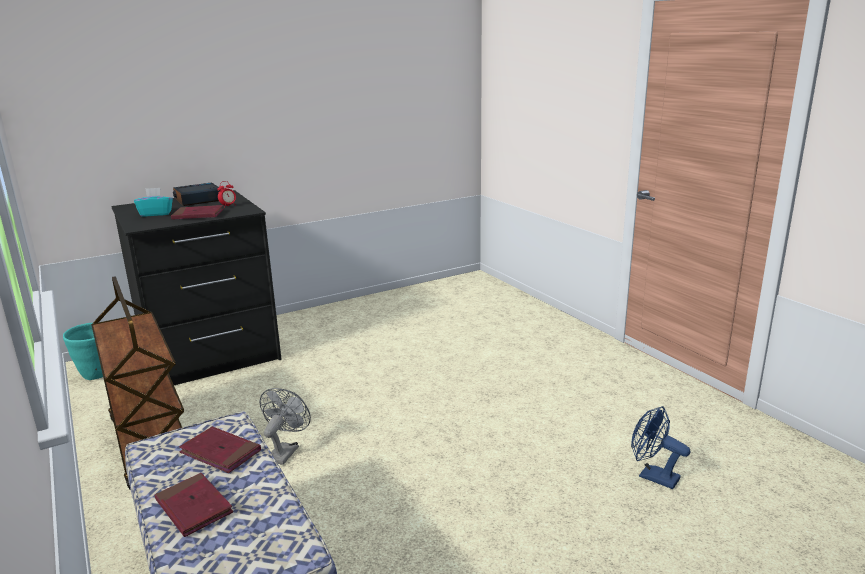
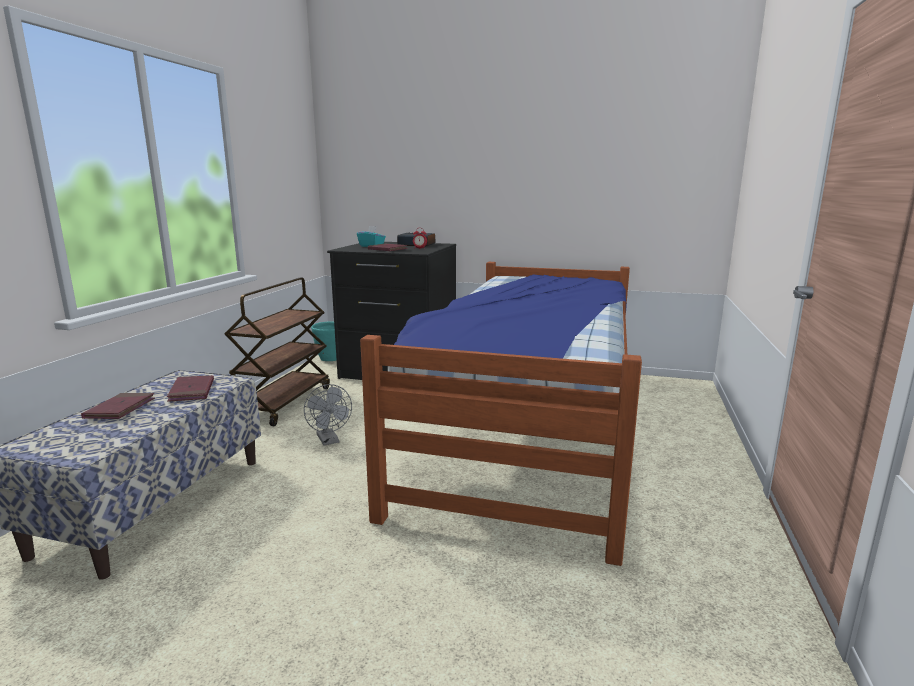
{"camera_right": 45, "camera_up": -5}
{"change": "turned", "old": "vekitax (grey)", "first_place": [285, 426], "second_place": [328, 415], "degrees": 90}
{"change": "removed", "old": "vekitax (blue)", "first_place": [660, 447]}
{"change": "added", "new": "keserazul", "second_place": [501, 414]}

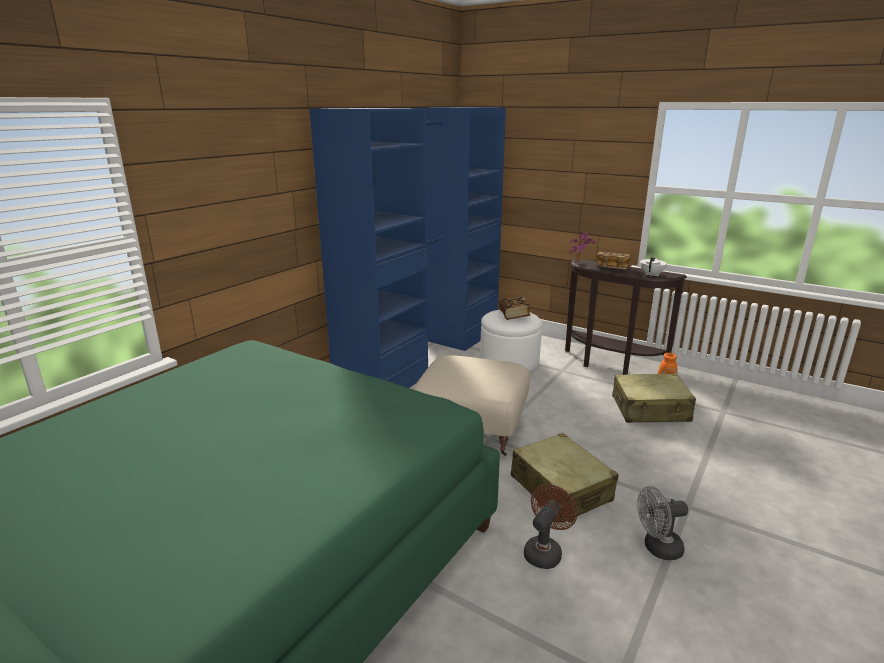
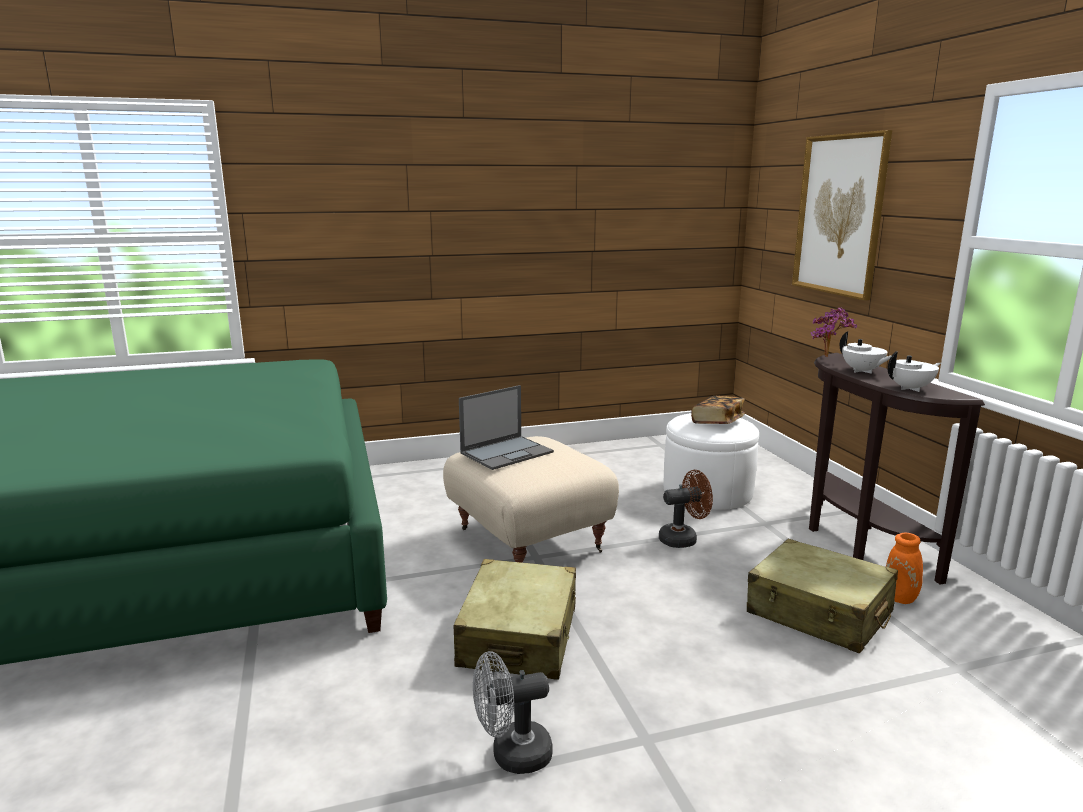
{"camera_right": 40, "camera_up": -5}
{"change": "removed", "old": "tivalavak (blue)", "first_place": [408, 247]}
{"change": "moved", "old": "vekitax (brown)", "first_place": [551, 526], "second_place": [686, 509]}
{"change": "replaced", "old": "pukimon", "new": "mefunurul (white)", "first_place": [613, 261], "second_place": [865, 353]}
{"change": "turned", "old": "vekitax (grey)", "first_place": [662, 523], "second_place": [513, 712], "degrees": -45}
{"change": "added", "new": "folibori", "second_place": [506, 427]}
{"change": "added", "new": "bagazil", "second_place": [842, 215]}

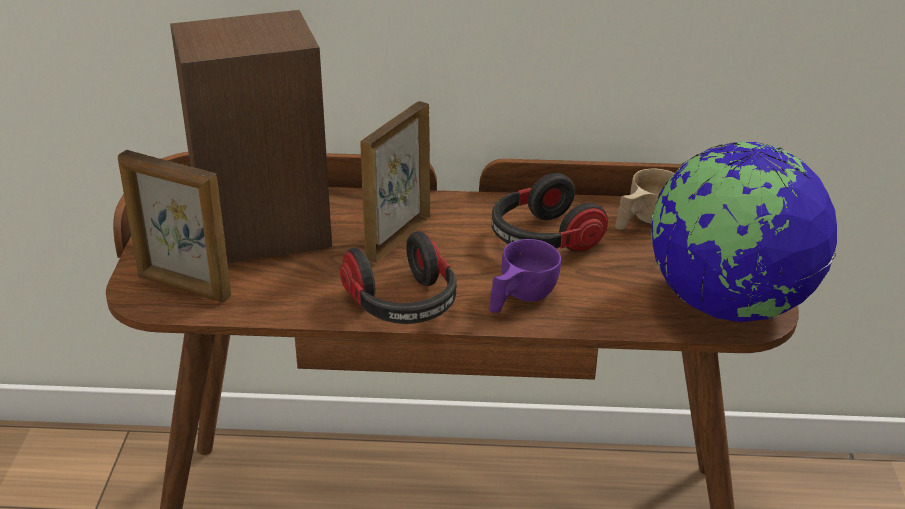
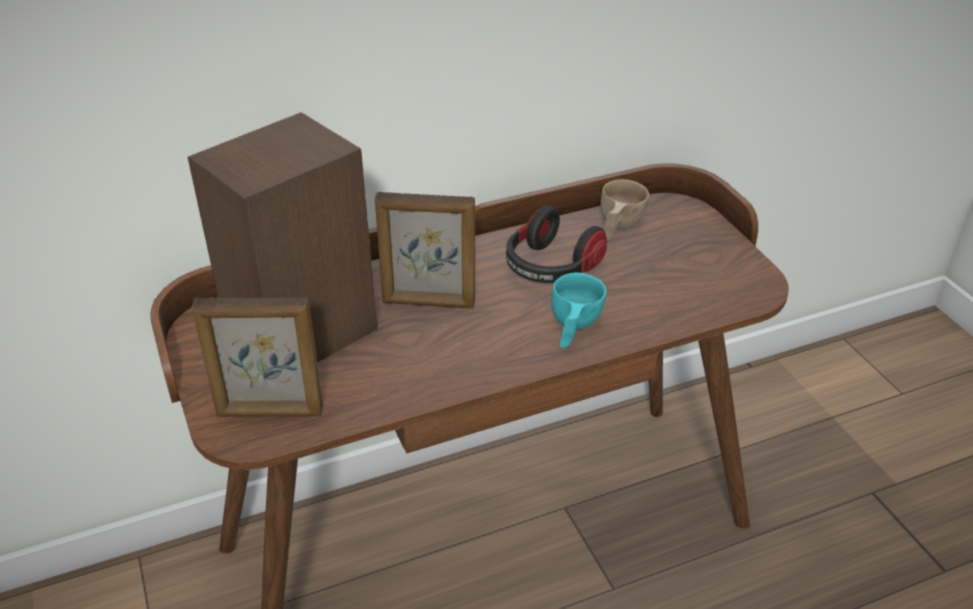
{"camera_right": -25, "camera_up": 5}
{"change": "removed", "old": "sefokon", "first_place": [398, 277]}
{"change": "turned", "old": "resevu", "first_place": [395, 182], "second_place": [425, 250], "degrees": -90}
{"change": "recoloured", "old": "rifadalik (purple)", "new": "rifadalik (turquoise)", "first_place": [525, 276], "second_place": [578, 311]}
{"change": "removed", "old": "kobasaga", "first_place": [744, 232]}

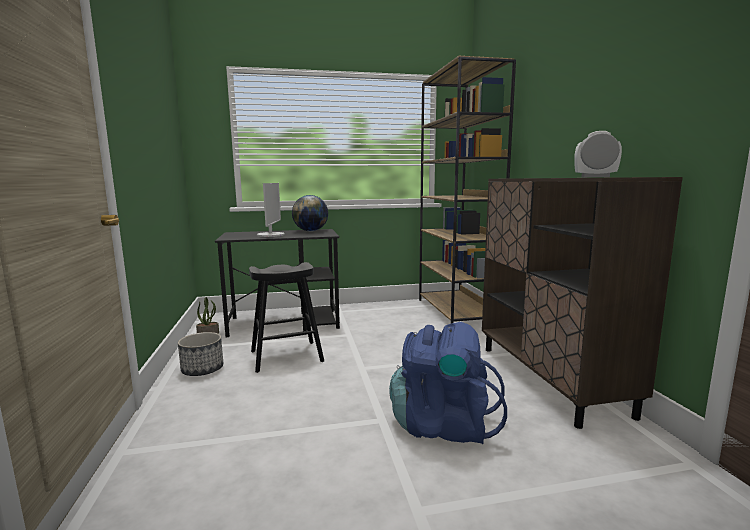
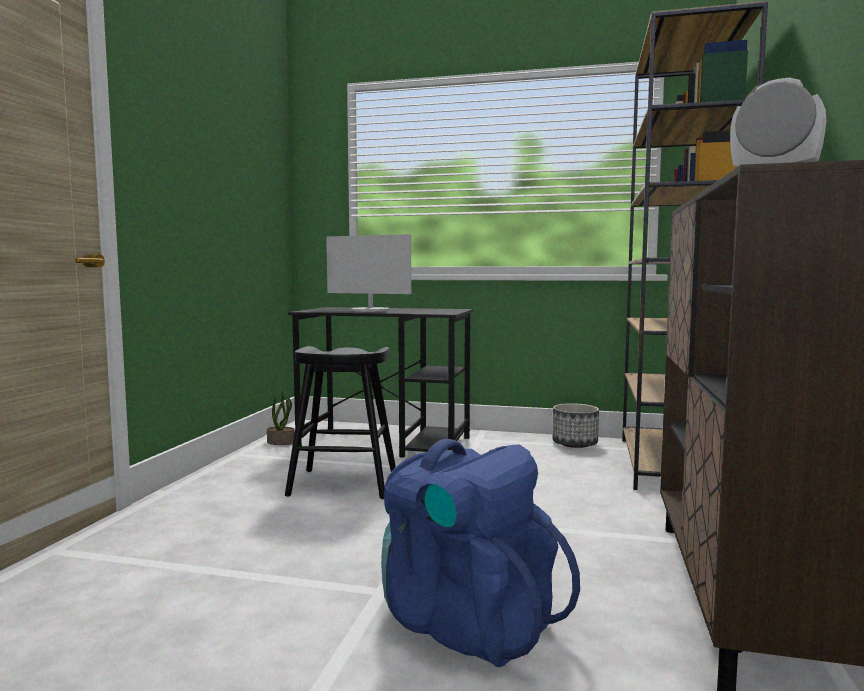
{"camera_right": 25, "camera_up": -5}
{"change": "moved", "old": "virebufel", "first_place": [200, 354], "second_place": [575, 425]}
{"change": "turned", "old": "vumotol", "first_place": [271, 210], "second_place": [368, 273], "degrees": 90}
{"change": "removed", "old": "kobasaga", "first_place": [310, 213]}

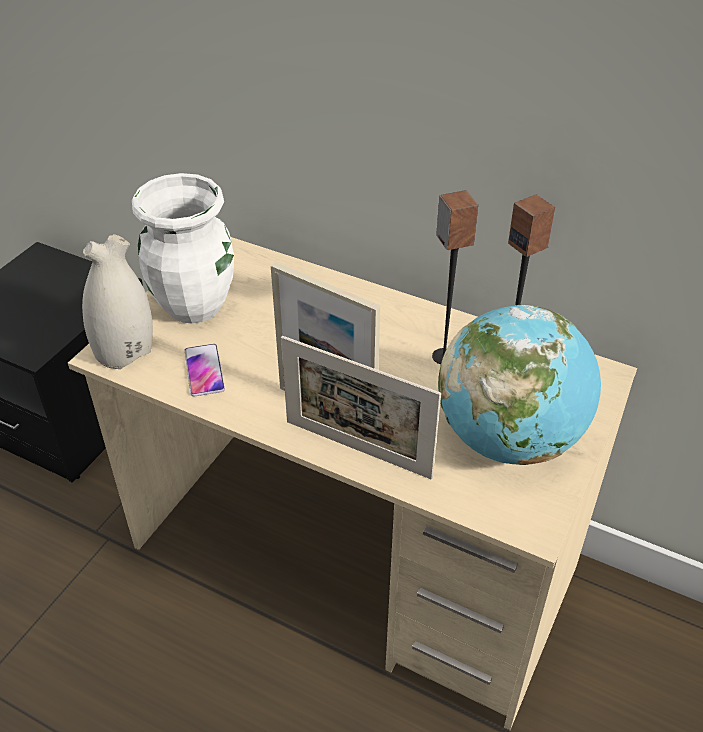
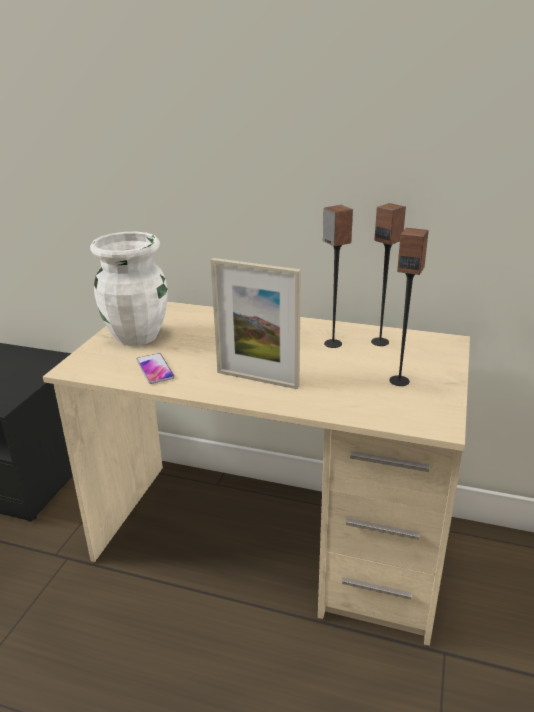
{"camera_right": -10, "camera_up": -15}
{"change": "removed", "old": "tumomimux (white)", "first_place": [117, 301]}
{"change": "removed", "old": "resevu", "first_place": [361, 407]}
{"change": "replaced", "old": "kobasaga", "new": "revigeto", "first_place": [519, 385], "second_place": [409, 307]}

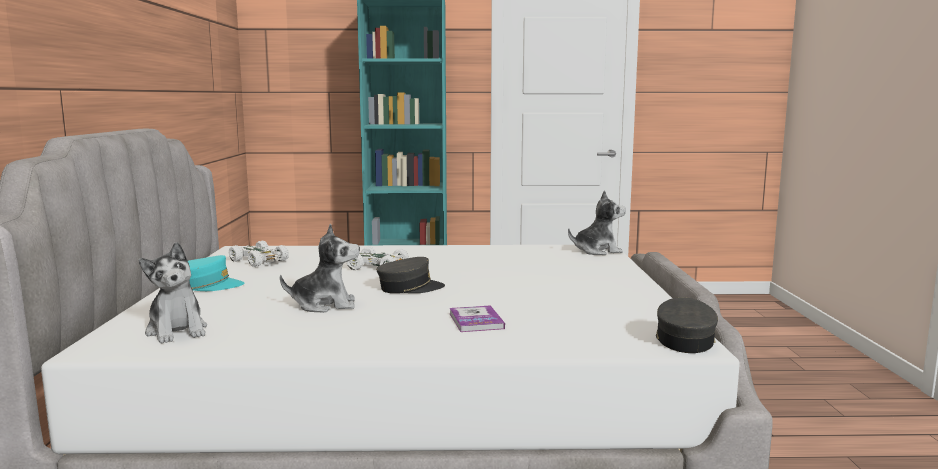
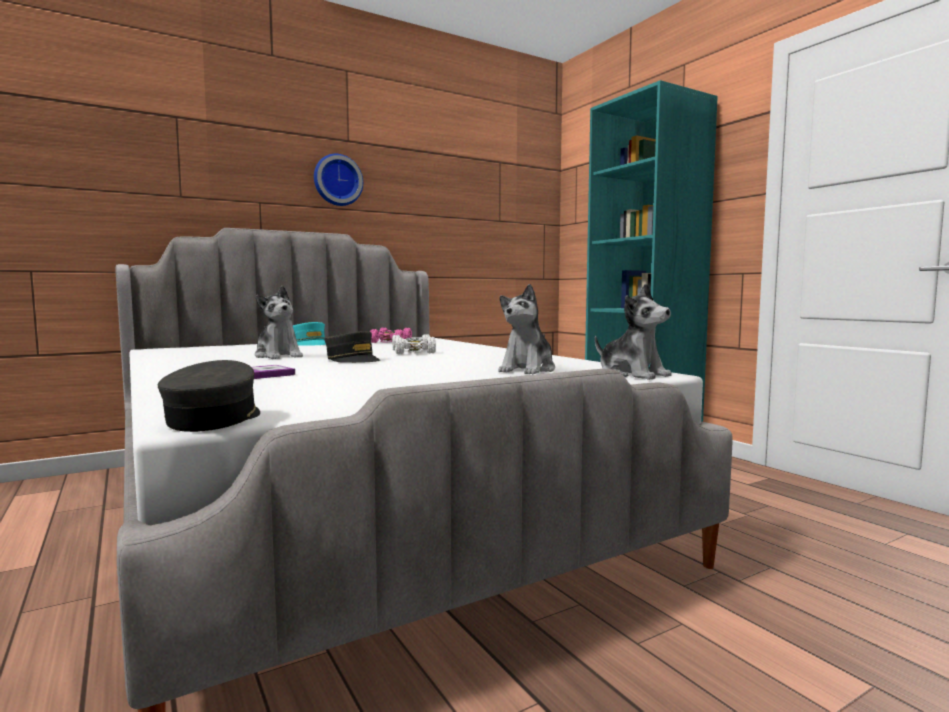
{"camera_right": 60, "camera_up": -5}
{"change": "moved", "old": "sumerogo", "first_place": [173, 292], "second_place": [526, 329]}
{"change": "recoloured", "old": "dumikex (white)", "new": "dumikex (pink)", "first_place": [259, 254], "second_place": [391, 335]}
{"change": "turned", "old": "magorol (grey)", "first_place": [687, 325], "second_place": [209, 396], "degrees": -75}
{"change": "added", "new": "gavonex", "second_place": [338, 180]}

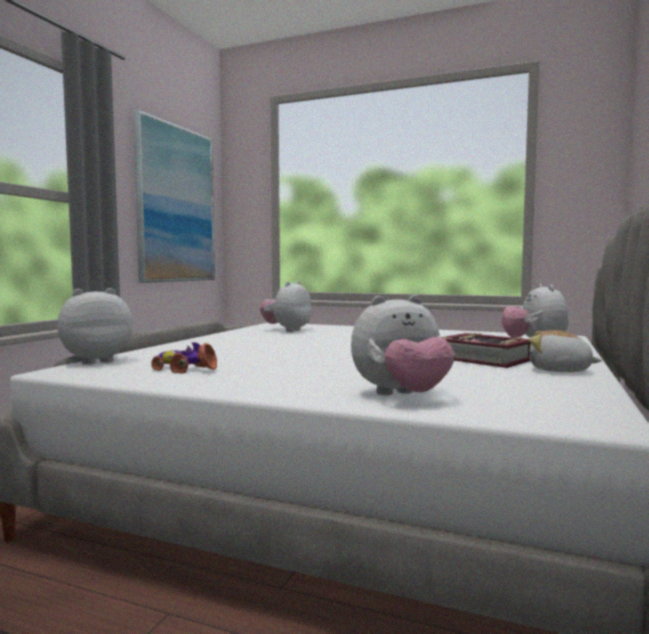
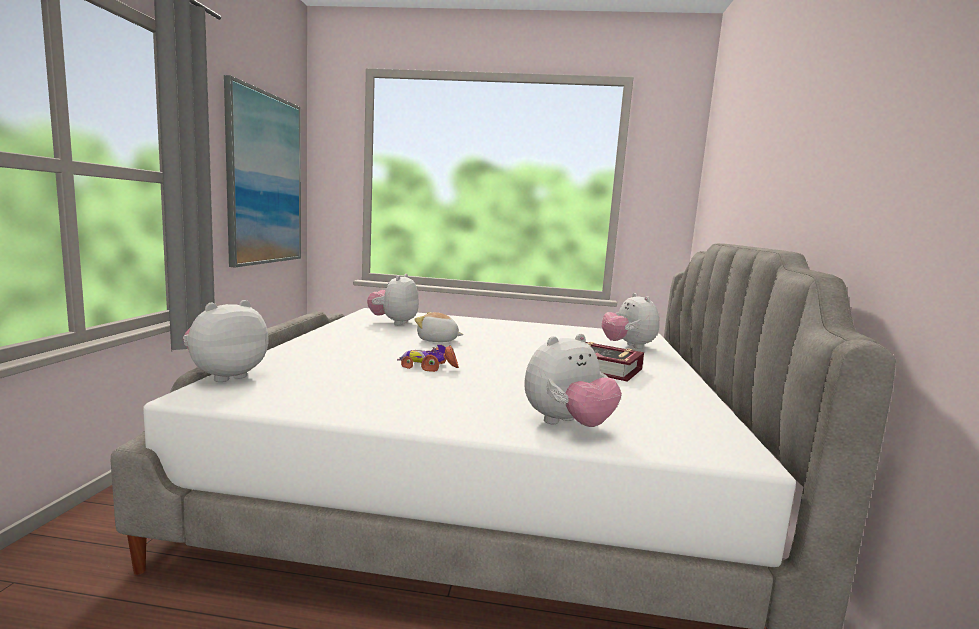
{"camera_right": -15, "camera_up": 5}
{"change": "moved", "old": "dumikex", "first_place": [184, 358], "second_place": [428, 358]}
{"change": "moved", "old": "sumerogo", "first_place": [565, 351], "second_place": [438, 327]}

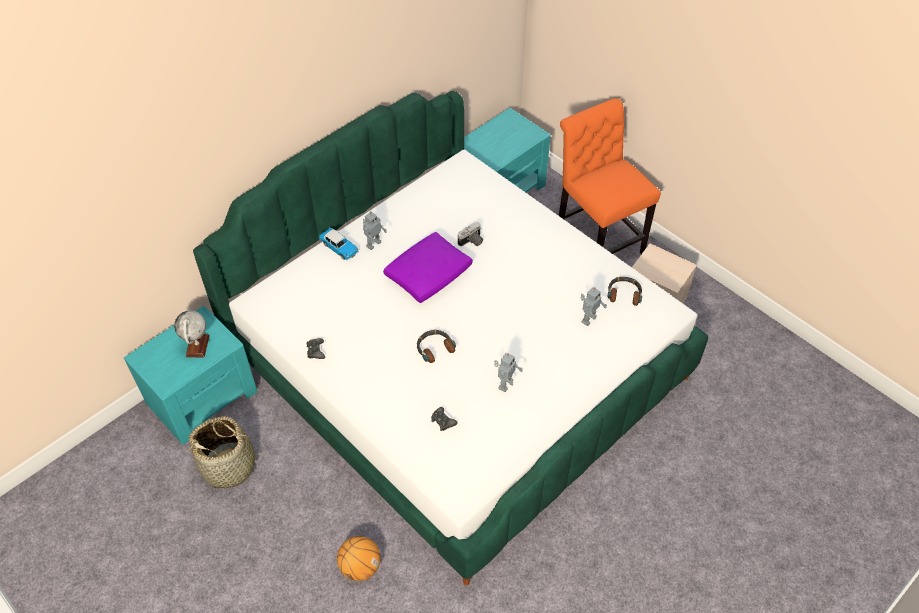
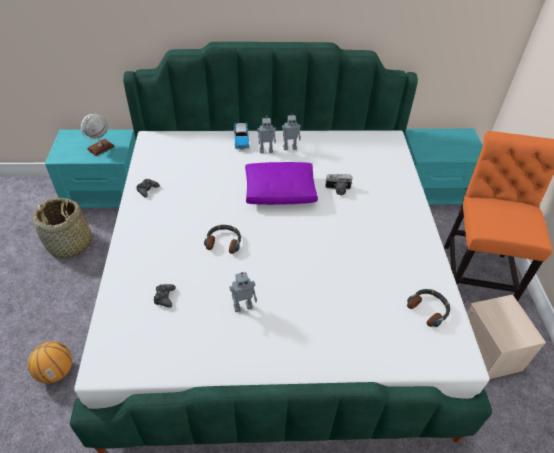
{"camera_right": 40, "camera_up": -5}
{"change": "moved", "old": "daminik", "first_place": [593, 306], "second_place": [291, 131]}

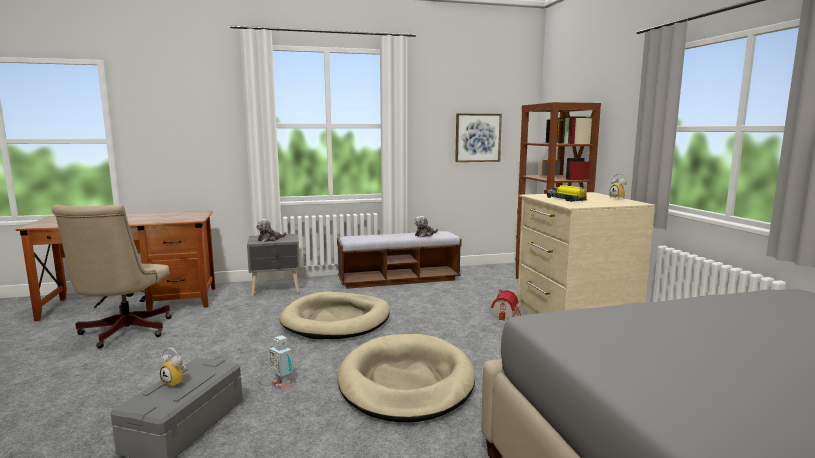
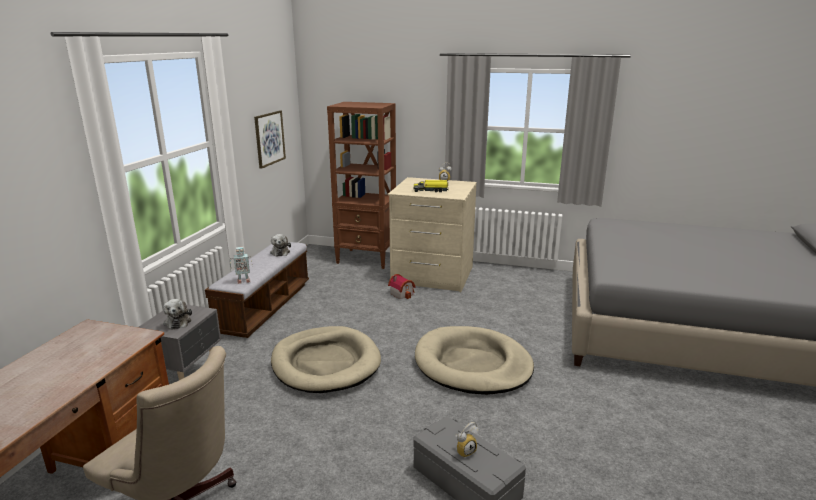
{"camera_right": -60, "camera_up": 10}
{"change": "moved", "old": "daminik", "first_place": [281, 362], "second_place": [241, 265]}

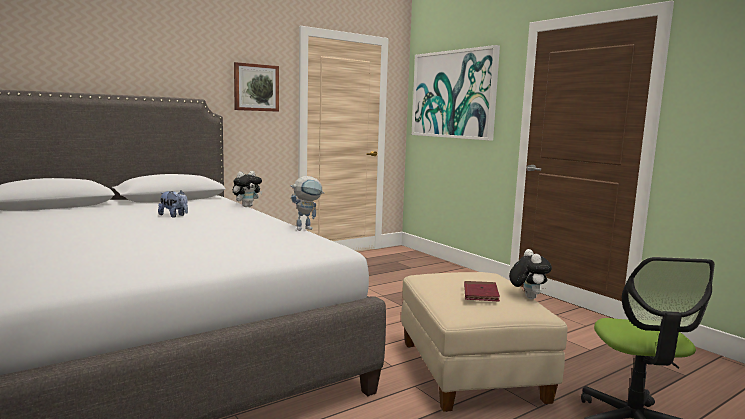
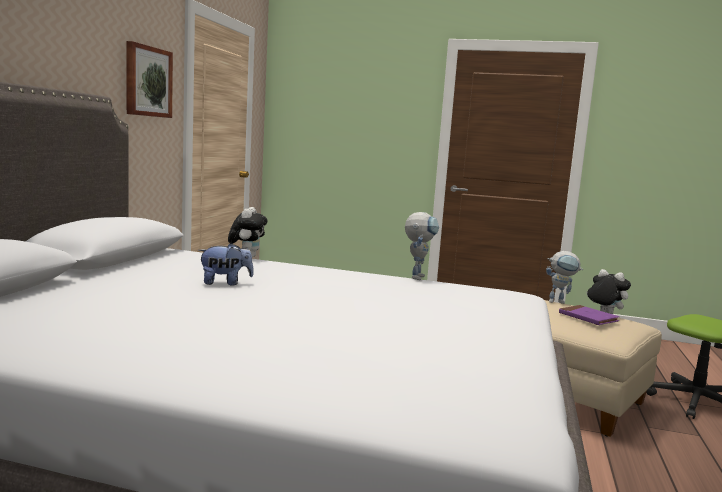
{"camera_right": -40, "camera_up": 0}
{"change": "removed", "old": "bagazil", "first_place": [456, 93]}
{"change": "recoloured", "old": "pukimon (red)", "new": "pukimon (purple)", "first_place": [482, 291], "second_place": [589, 315]}
{"change": "added", "new": "daminik", "second_place": [564, 277]}

